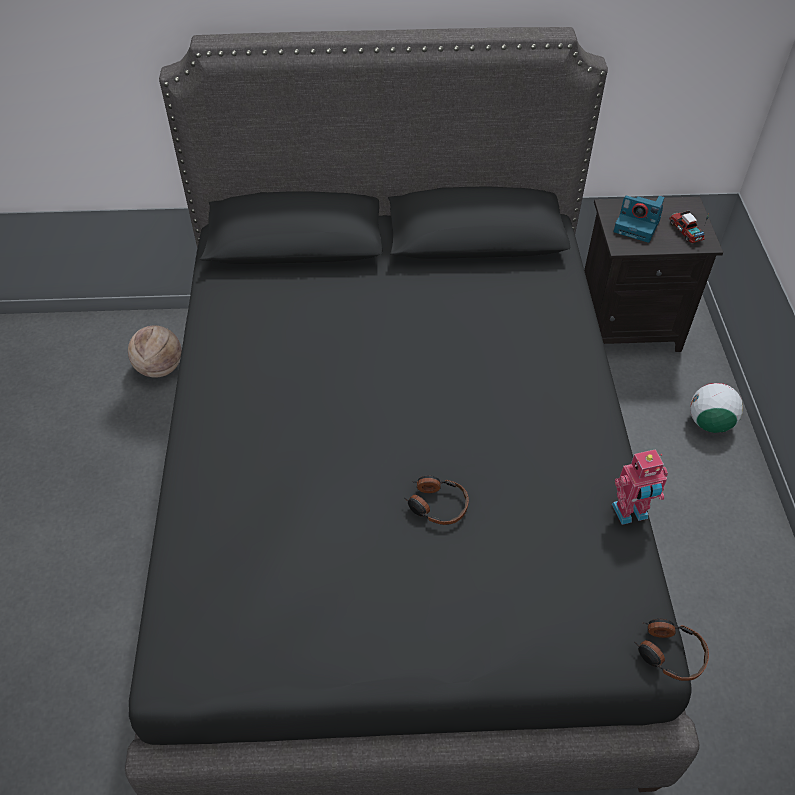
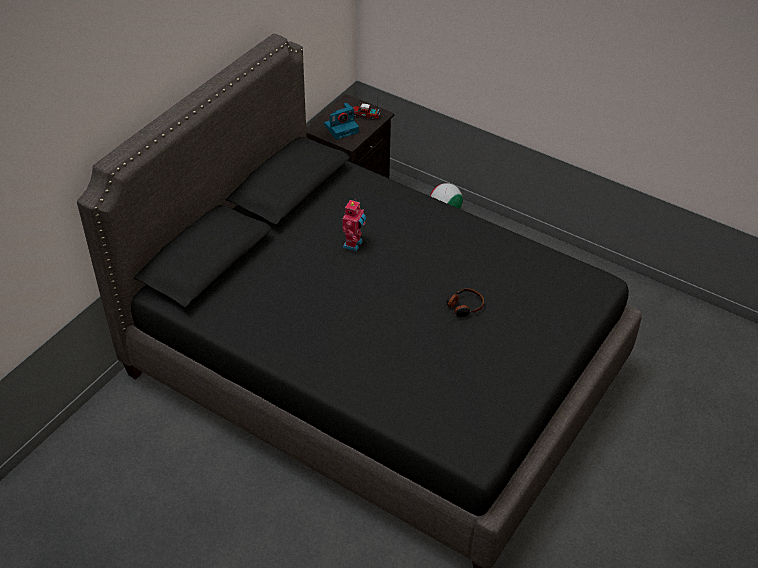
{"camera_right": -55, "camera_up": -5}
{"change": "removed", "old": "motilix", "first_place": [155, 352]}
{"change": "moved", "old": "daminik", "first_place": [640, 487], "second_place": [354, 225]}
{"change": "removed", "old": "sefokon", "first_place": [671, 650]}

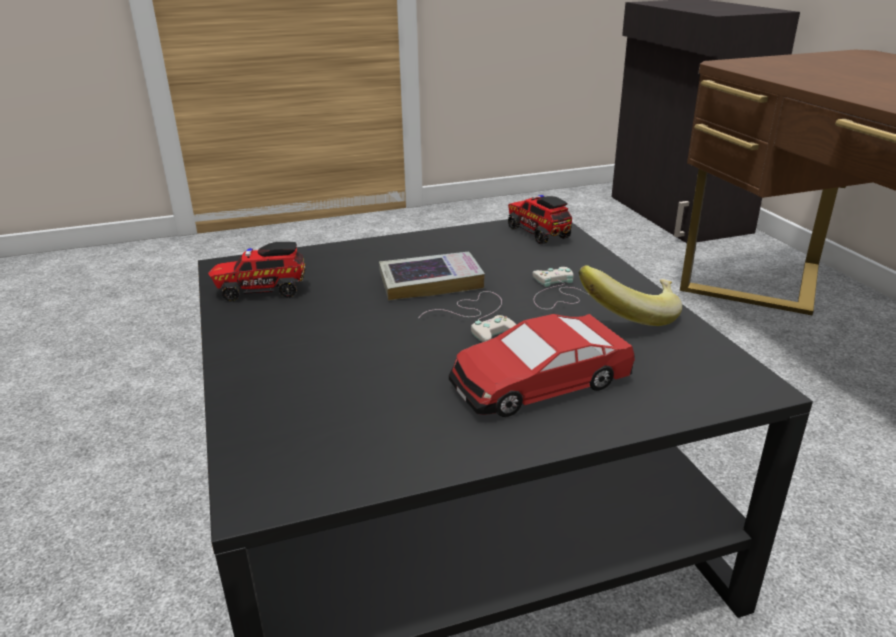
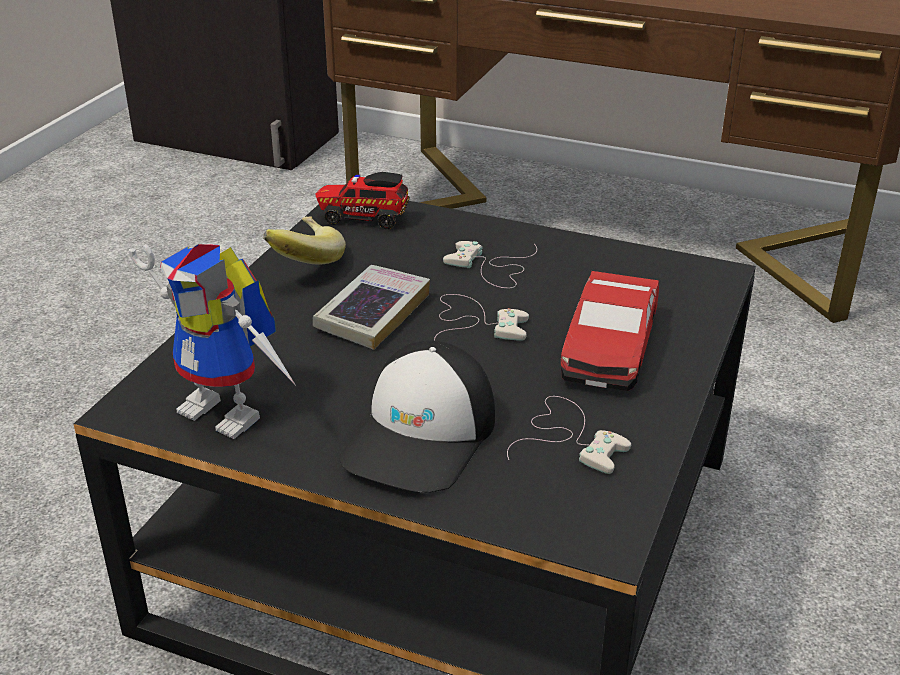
{"camera_right": -50, "camera_up": 5}
{"change": "replaced", "old": "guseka", "new": "daminik", "first_place": [257, 271], "second_place": [213, 341]}
{"change": "moved", "old": "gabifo", "first_place": [630, 295], "second_place": [304, 240]}
{"change": "added", "new": "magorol", "second_place": [417, 416]}
{"change": "added", "new": "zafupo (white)", "second_place": [569, 435]}

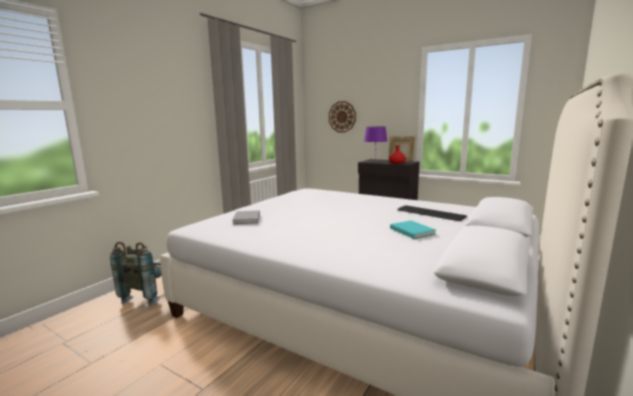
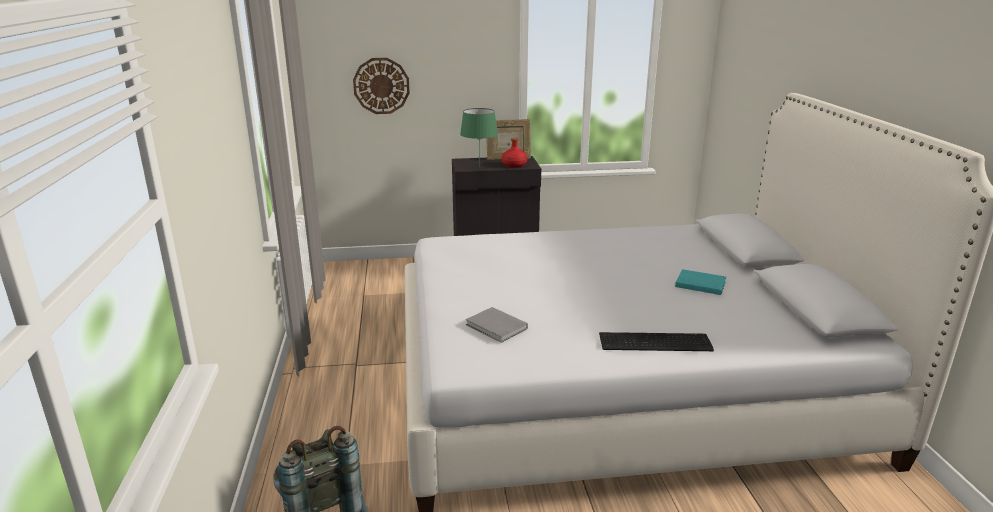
{"camera_right": -40, "camera_up": 10}
{"change": "recoloured", "old": "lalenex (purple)", "new": "lalenex (green)", "first_place": [375, 142], "second_place": [479, 138]}
{"change": "moved", "old": "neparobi", "first_place": [432, 213], "second_place": [656, 341]}

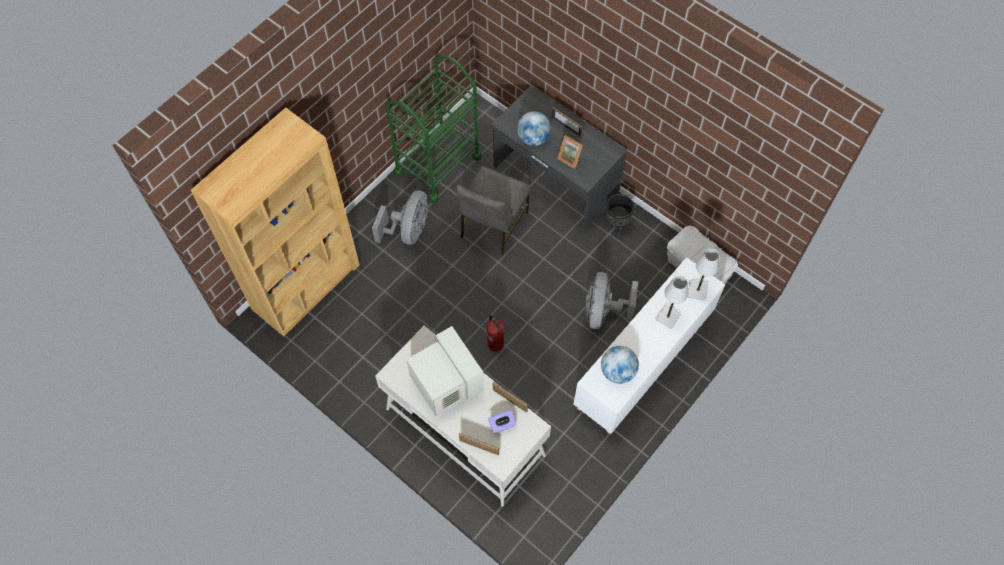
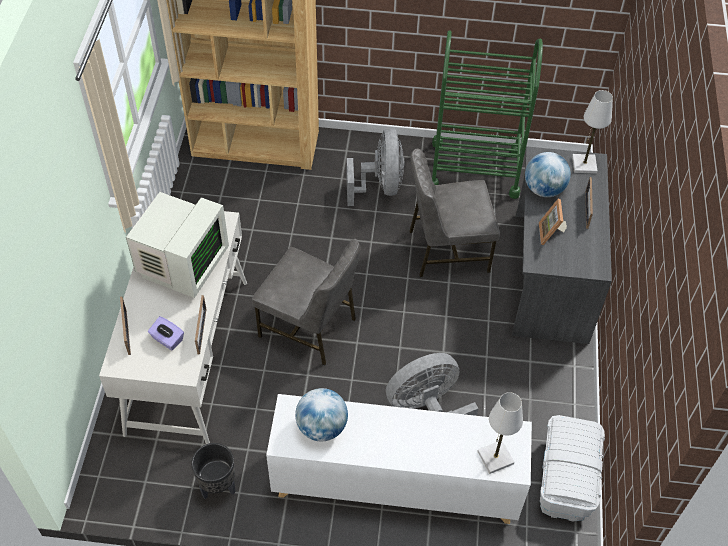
{"camera_right": 55, "camera_up": -10}
{"change": "turned", "old": "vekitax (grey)", "first_place": [400, 217], "second_place": [375, 167], "degrees": -75}
{"change": "replaced", "old": "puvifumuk", "new": "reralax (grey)", "first_place": [495, 333], "second_place": [306, 302]}
{"change": "moved", "old": "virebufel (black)", "first_place": [619, 215], "second_place": [213, 471]}
{"change": "moved", "old": "lalenex (white)", "first_place": [671, 302], "second_place": [592, 132]}

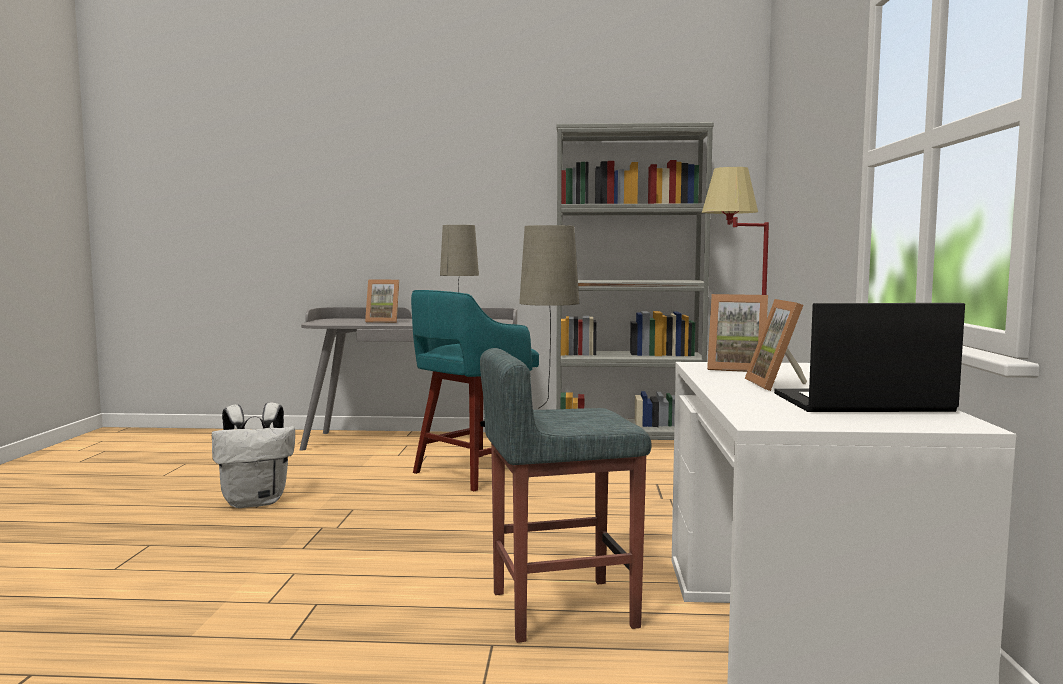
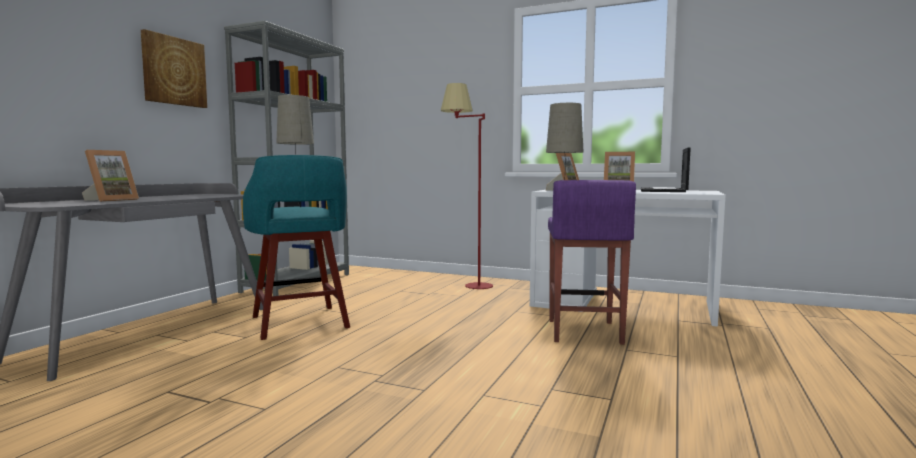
{"camera_right": -70, "camera_up": 0}
{"change": "removed", "old": "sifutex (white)", "first_place": [253, 455]}
{"change": "recoloured", "old": "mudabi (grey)", "new": "mudabi (purple)", "first_place": [566, 495], "second_place": [592, 262]}
{"change": "added", "new": "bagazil", "second_place": [174, 68]}

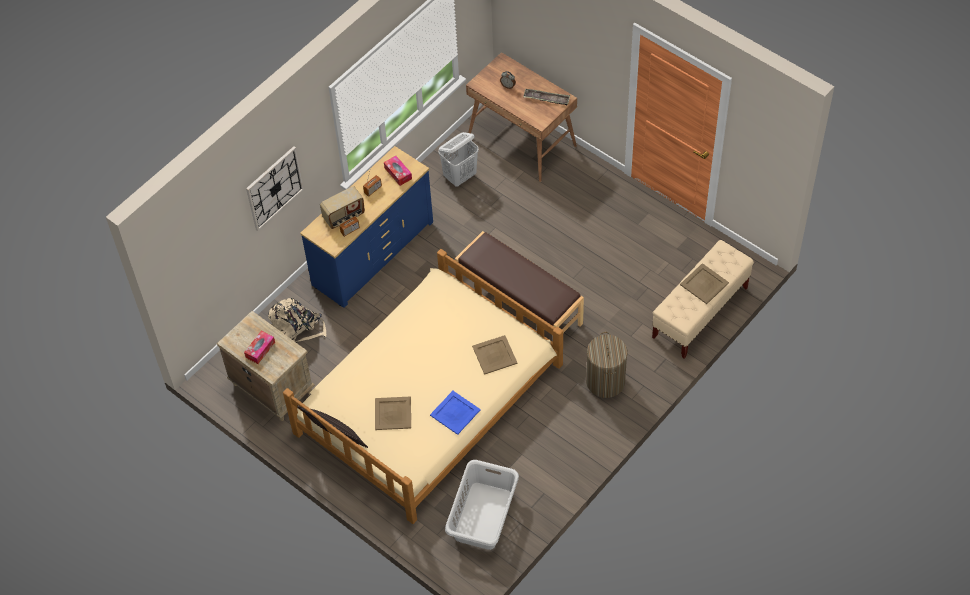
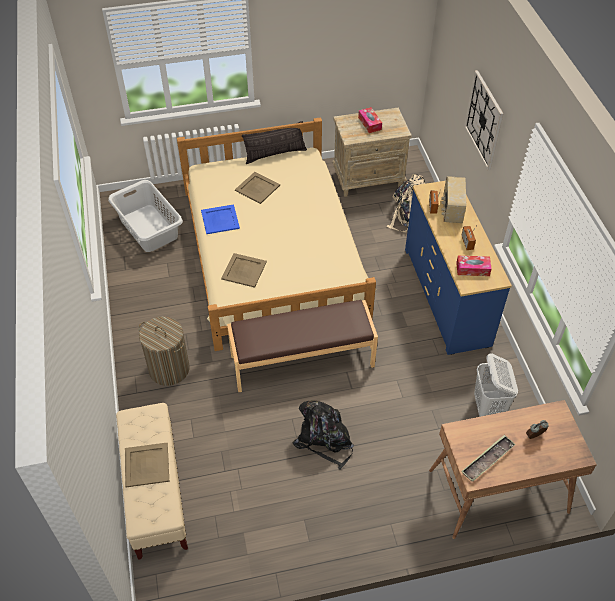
{"camera_right": 125, "camera_up": -5}
{"change": "added", "new": "sifutex (black)", "second_place": [323, 435]}

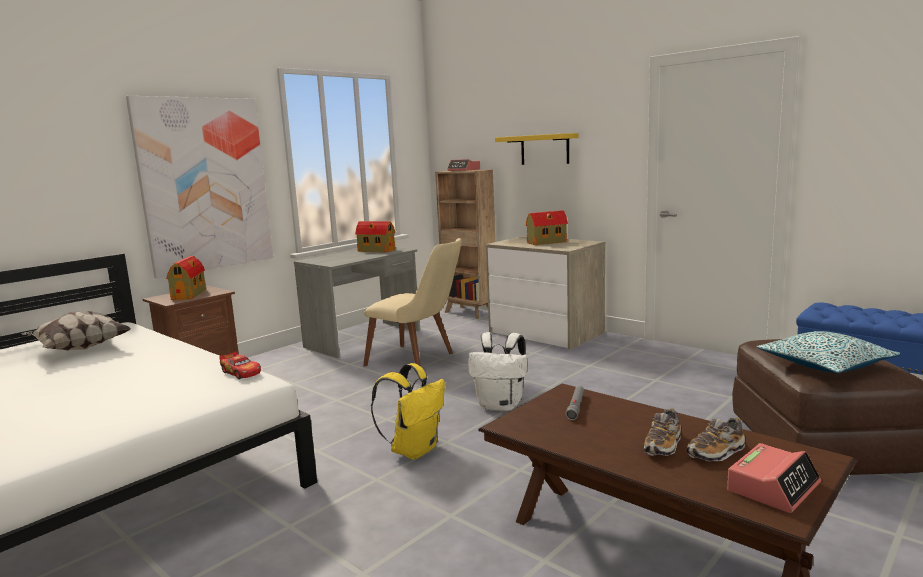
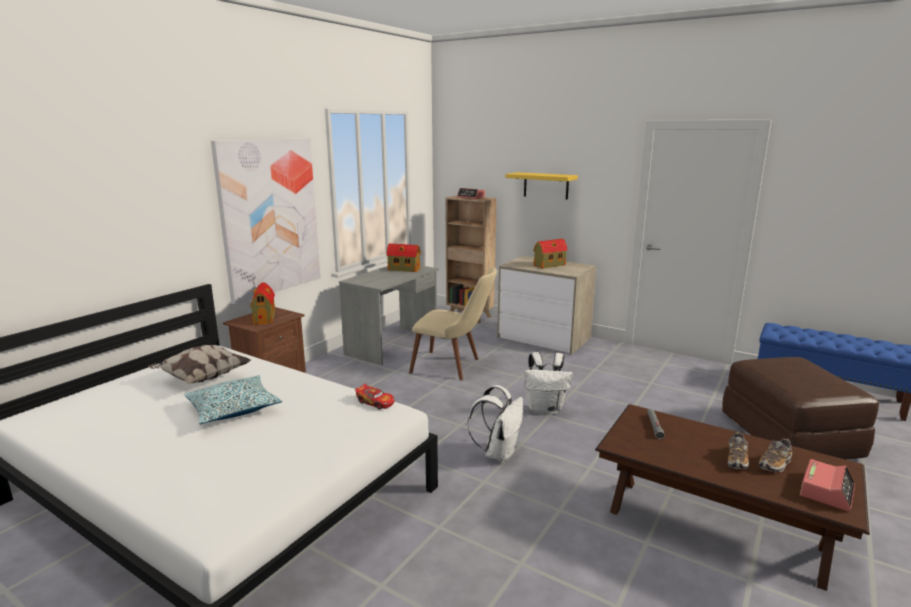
{"camera_right": -10, "camera_up": 5}
{"change": "recoloured", "old": "sifutex (yellow)", "new": "sifutex (white)", "first_place": [408, 411], "second_place": [495, 423]}
{"change": "moved", "old": "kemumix", "first_place": [829, 352], "second_place": [233, 400]}

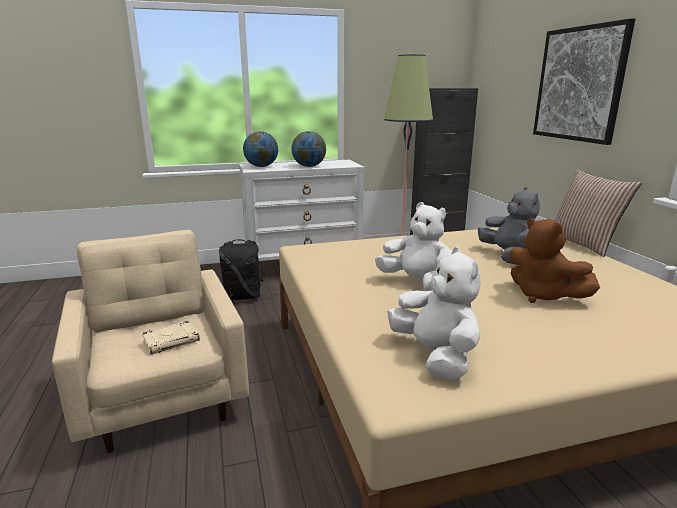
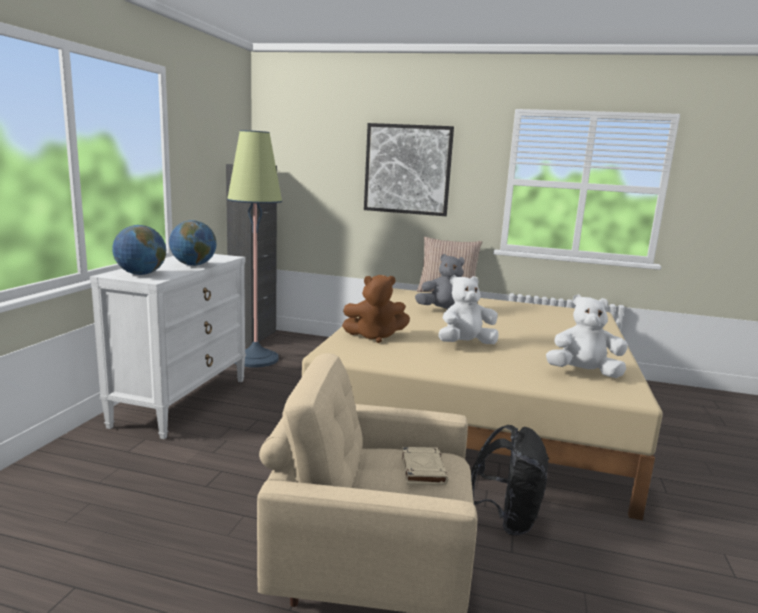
{"camera_right": -60, "camera_up": -5}
{"change": "moved", "old": "sifutex (black)", "first_place": [241, 269], "second_place": [510, 480]}
{"change": "moved", "old": "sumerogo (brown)", "first_place": [555, 260], "second_place": [376, 309]}

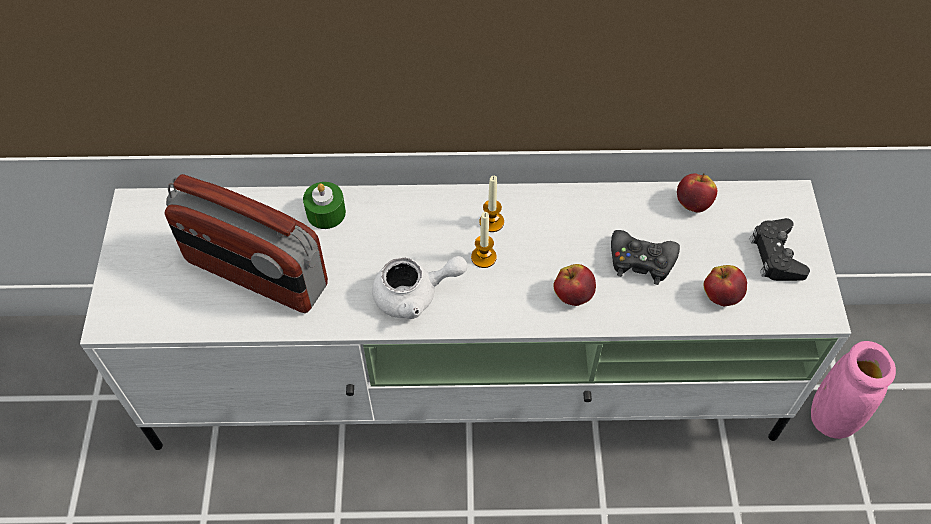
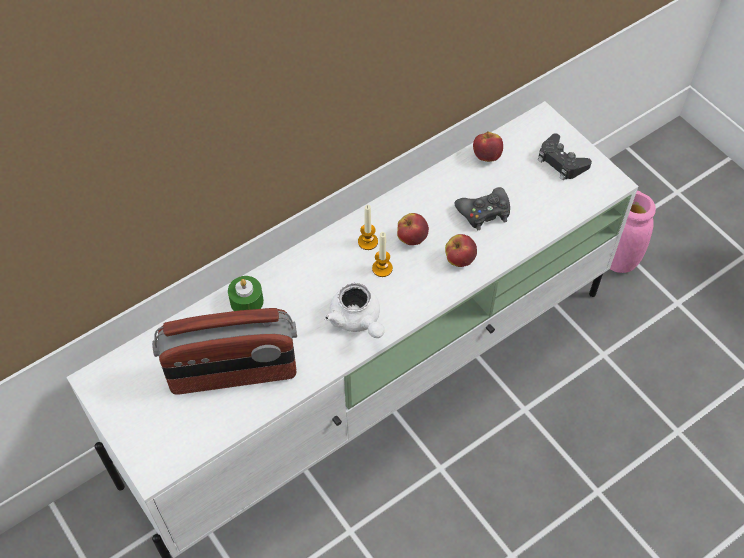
{"camera_right": -35, "camera_up": 0}
{"change": "turned", "old": "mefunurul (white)", "first_place": [420, 287], "second_place": [354, 310], "degrees": 105}
{"change": "moved", "old": "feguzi", "first_place": [725, 285], "second_place": [413, 229]}

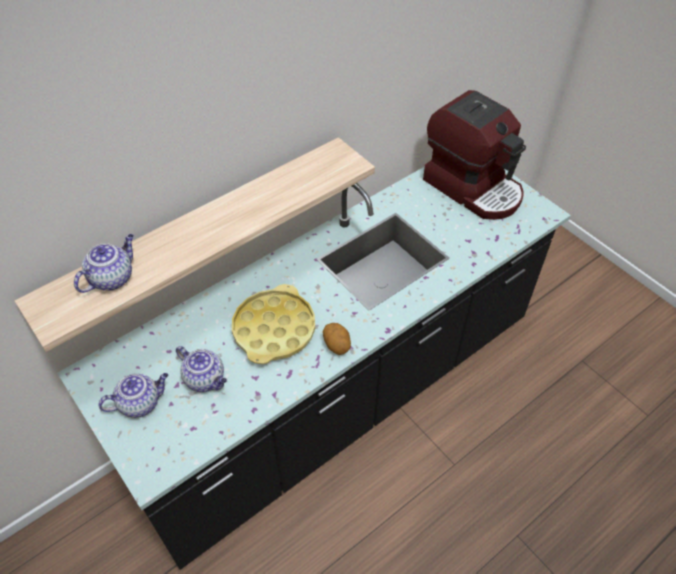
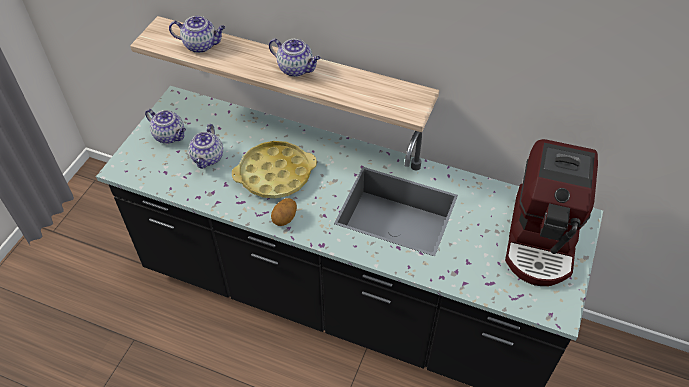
{"camera_right": 60, "camera_up": 0}
{"change": "added", "new": "mefunurul", "second_place": [295, 57]}

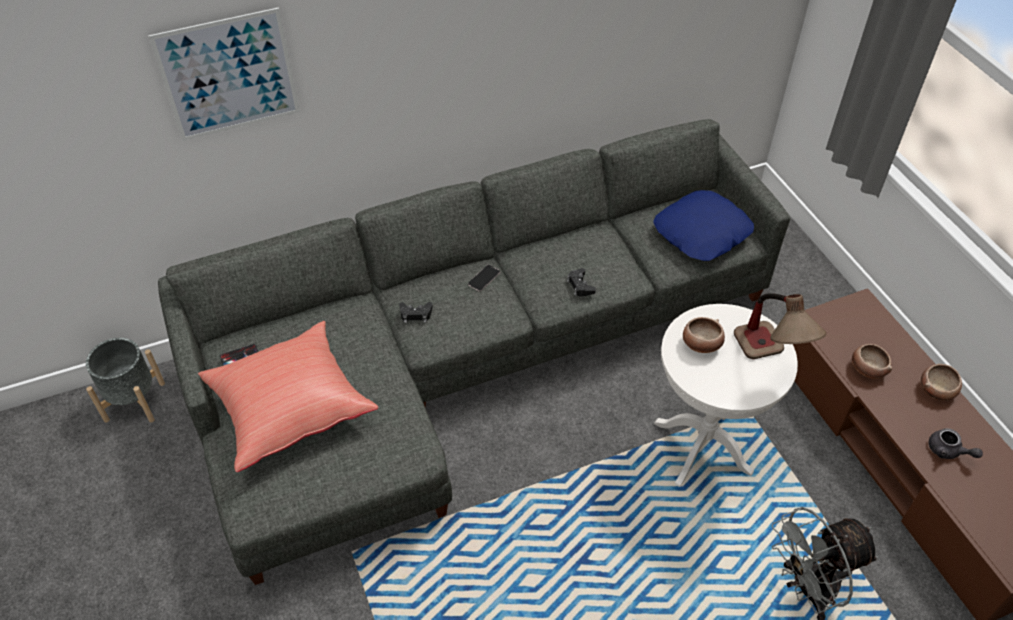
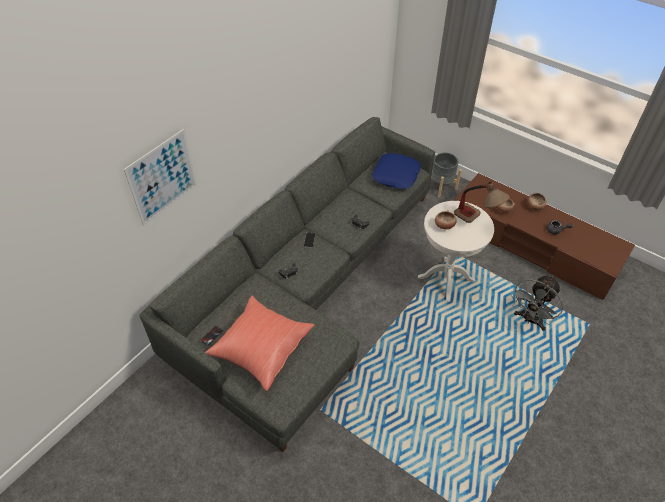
{"camera_right": -30, "camera_up": 0}
{"change": "moved", "old": "virebufel (grey)", "first_place": [125, 380], "second_place": [446, 174]}

